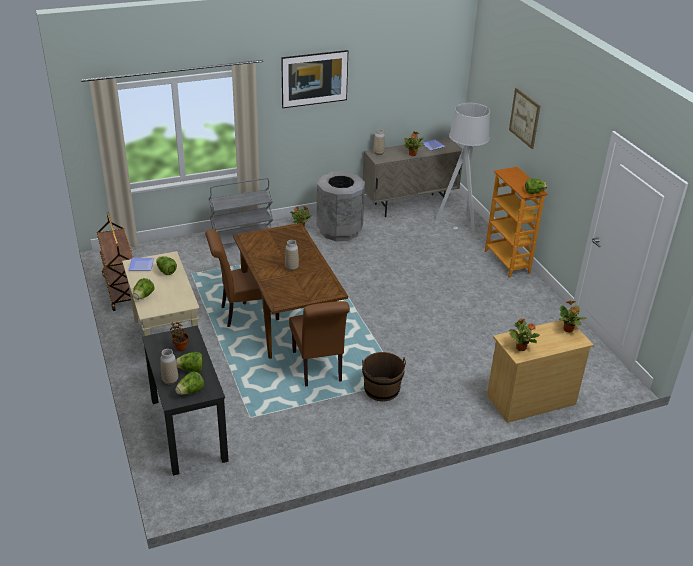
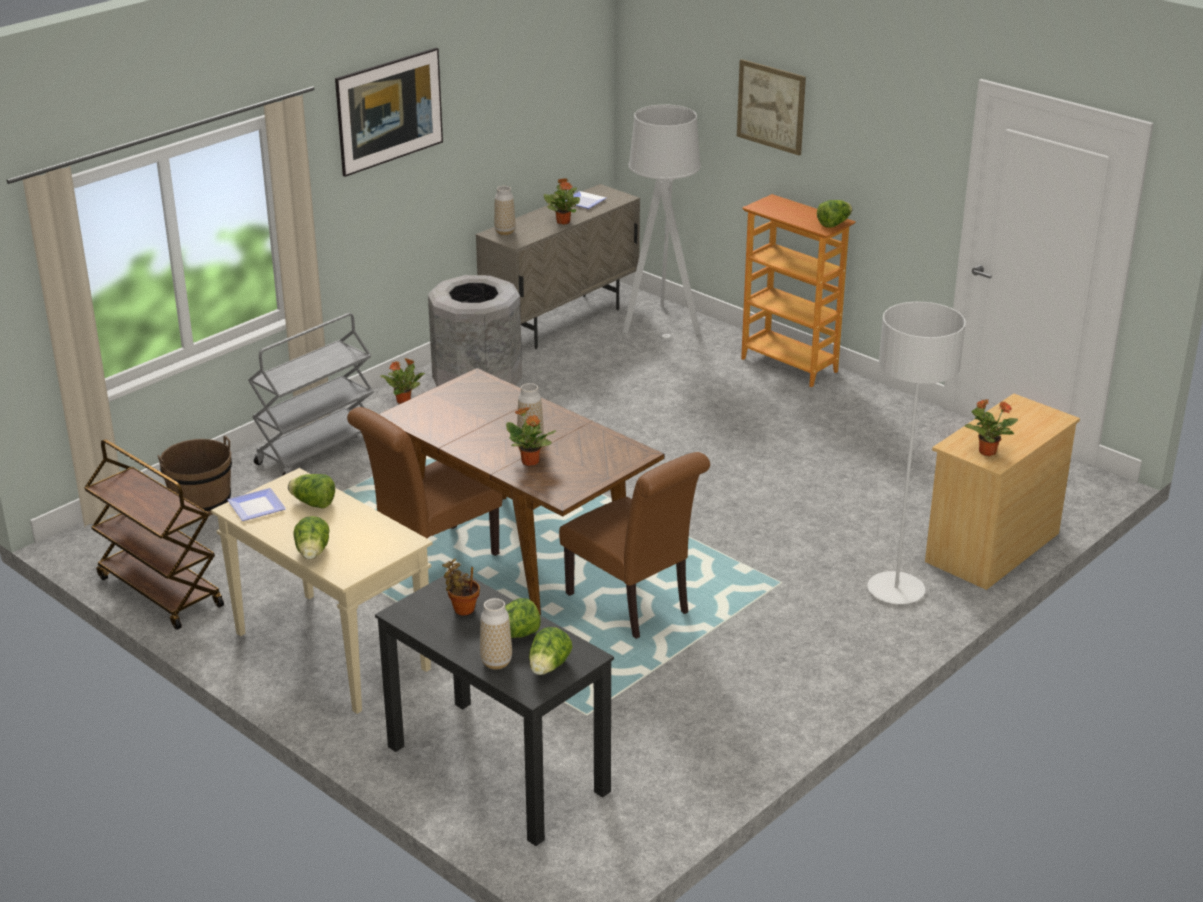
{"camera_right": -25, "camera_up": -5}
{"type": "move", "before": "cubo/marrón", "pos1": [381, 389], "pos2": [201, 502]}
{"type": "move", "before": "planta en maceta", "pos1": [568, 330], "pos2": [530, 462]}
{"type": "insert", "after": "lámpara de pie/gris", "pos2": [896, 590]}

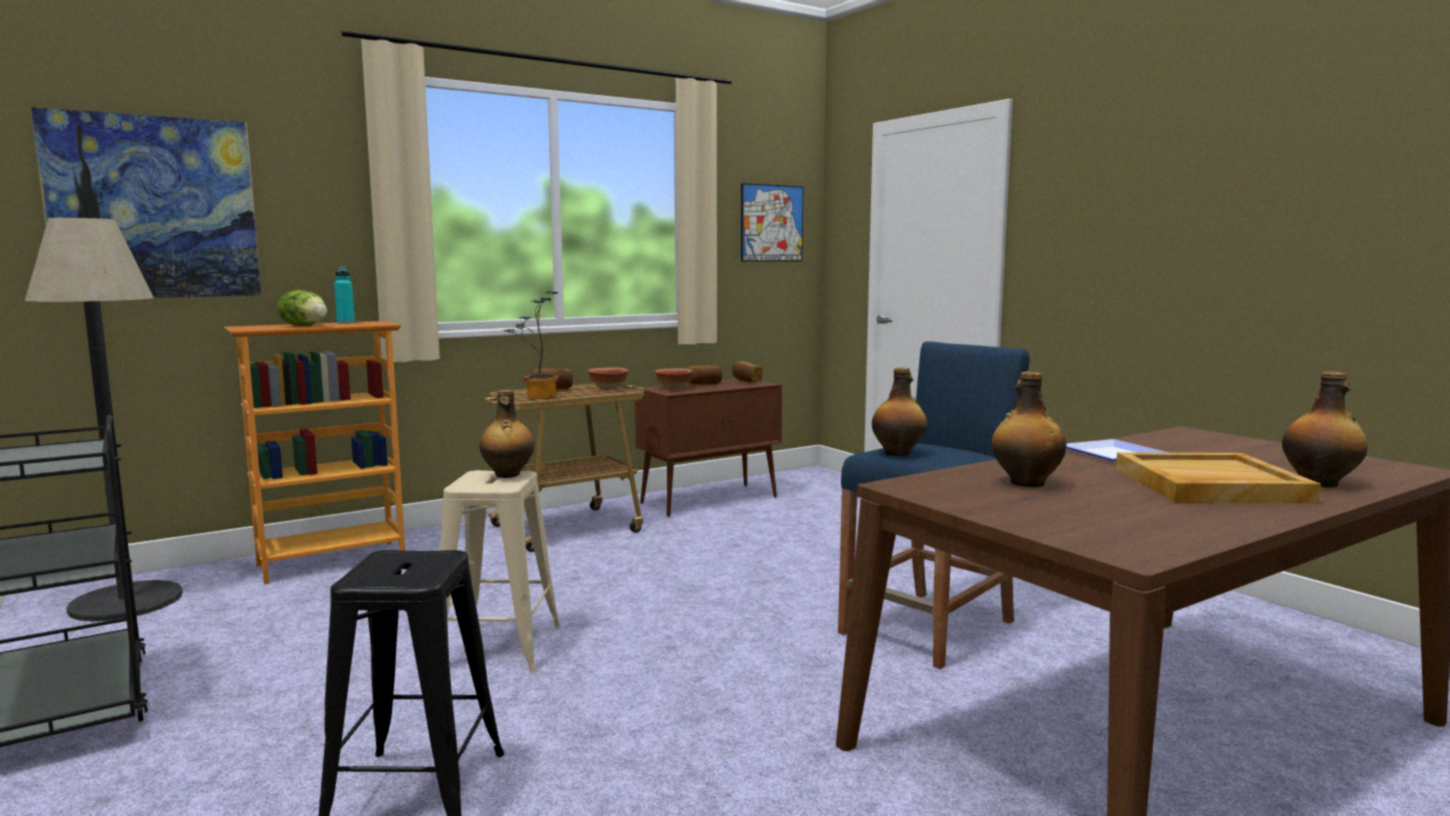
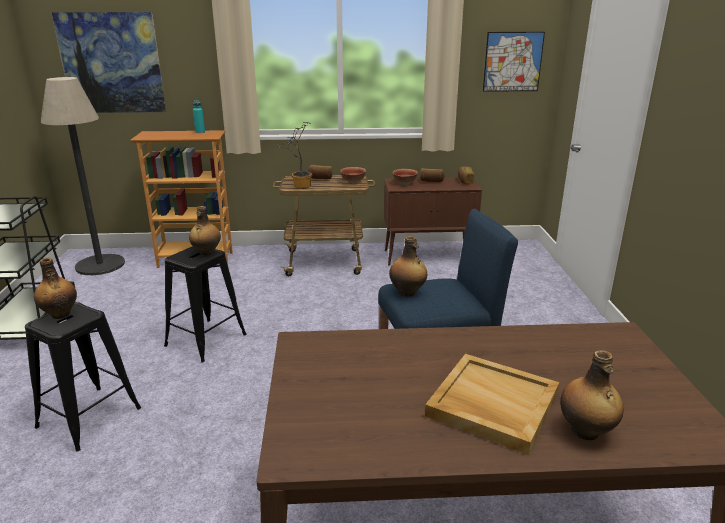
{"camera_right": 30, "camera_up": 15}
{"type": "move", "before": "botella", "pos1": [1025, 483], "pos2": [60, 314]}
{"type": "recolor", "before": "taburete/beis", "after": "taburete/negro", "pos1": [499, 647], "pos2": [206, 340]}
{"type": "delete", "before": "lechuga", "pos1": [305, 326]}
{"type": "delete", "before": "plato", "pos1": [1113, 454]}

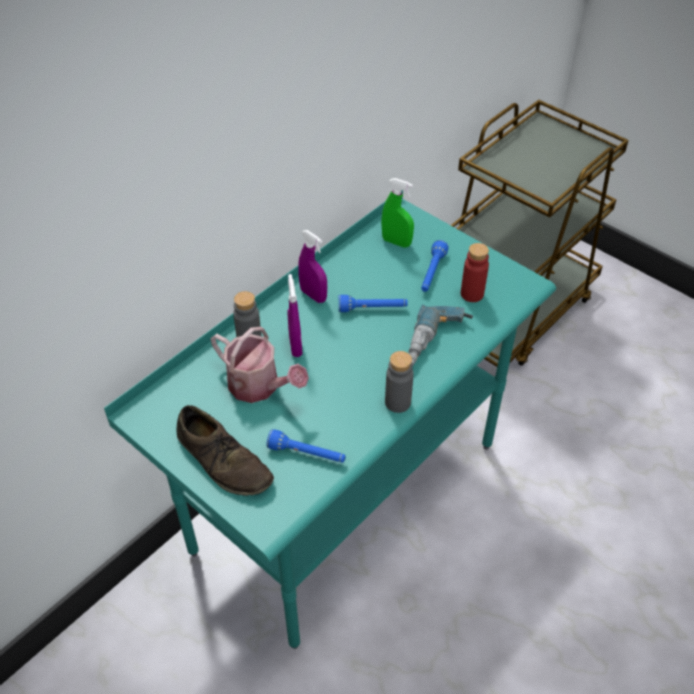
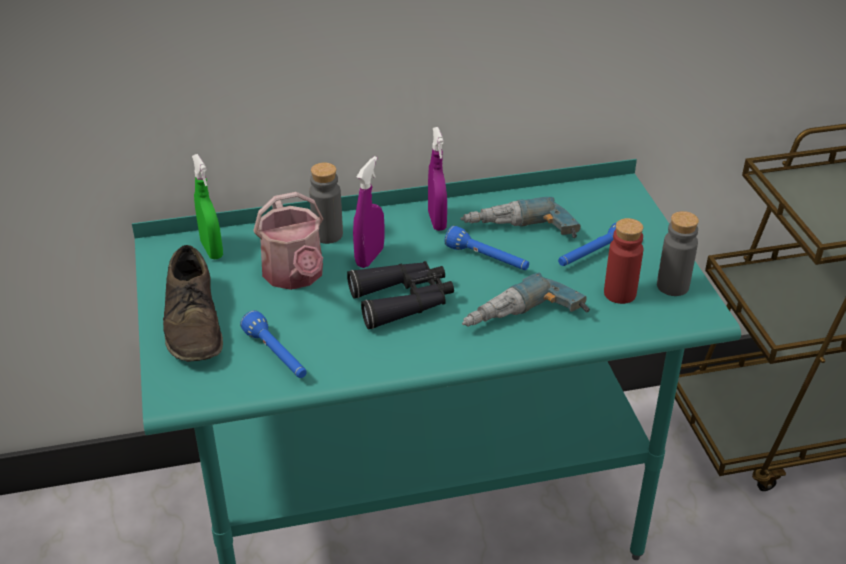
{"camera_right": 35, "camera_up": -10}
{"type": "move", "before": "pulverizador/verde", "pos1": [396, 242], "pos2": [212, 250]}
{"type": "insert", "after": "prismáticos/negro", "pos2": [403, 301]}
{"type": "insert", "after": "taladro", "pos2": [519, 234]}
{"type": "move", "before": "botella/gris", "pos1": [397, 402], "pos2": [672, 286]}

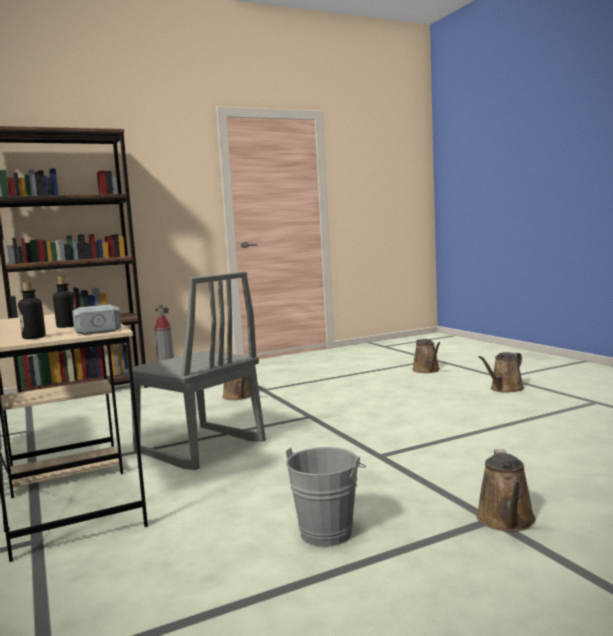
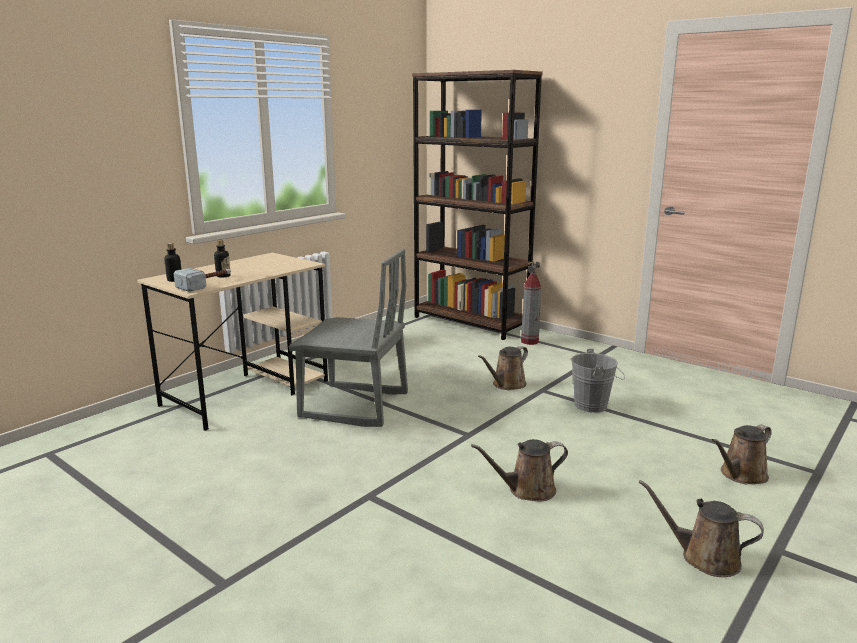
{"camera_right": 65, "camera_up": 10}
{"type": "rotate", "before": "silla/gris", "pos1": [199, 448], "pos2": [354, 406], "turn": -90}
{"type": "move", "before": "regadera/marrón", "pos1": [506, 521], "pos2": [527, 490]}
{"type": "move", "before": "cubo/gris", "pos1": [329, 530], "pos2": [594, 405]}

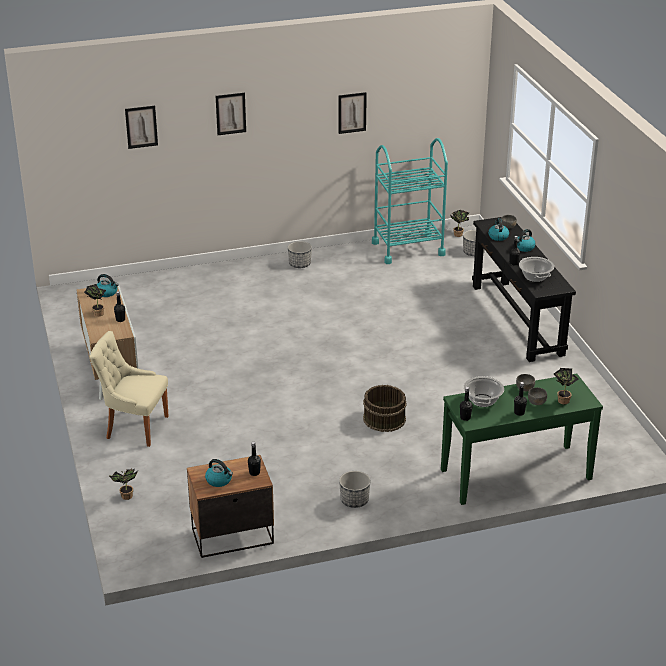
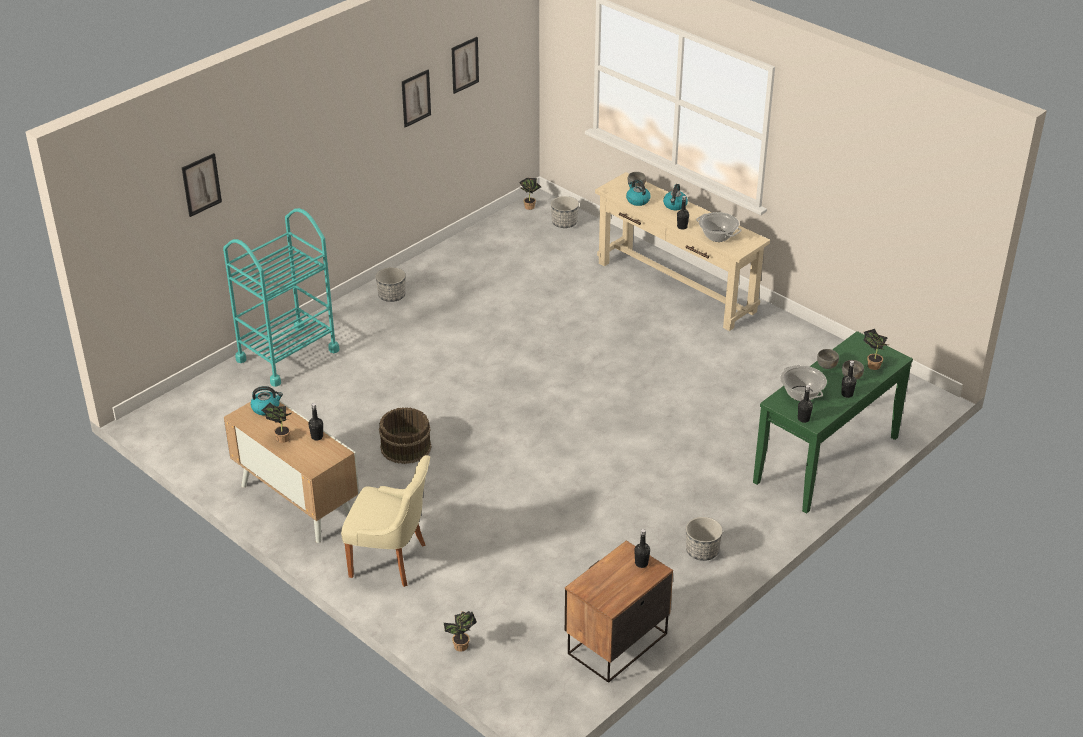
{"camera_right": -30, "camera_up": 5}
{"type": "move", "before": "carrito/turquesa", "pos1": [408, 248], "pos2": [287, 355]}
{"type": "rotate", "before": "silla/beis", "pos1": [134, 427], "pos2": [391, 560], "turn": -150}
{"type": "move", "before": "cubo/marrón", "pos1": [383, 419], "pos2": [405, 447]}
{"type": "move", "before": "cuadro", "pos1": [230, 113], "pos2": [464, 65]}
{"type": "recolor", "before": "mesa consola/negro", "after": "mesa consola/beis", "pos1": [517, 320], "pos2": [676, 287]}
{"type": "delete", "before": "hervidor", "pos1": [219, 480]}

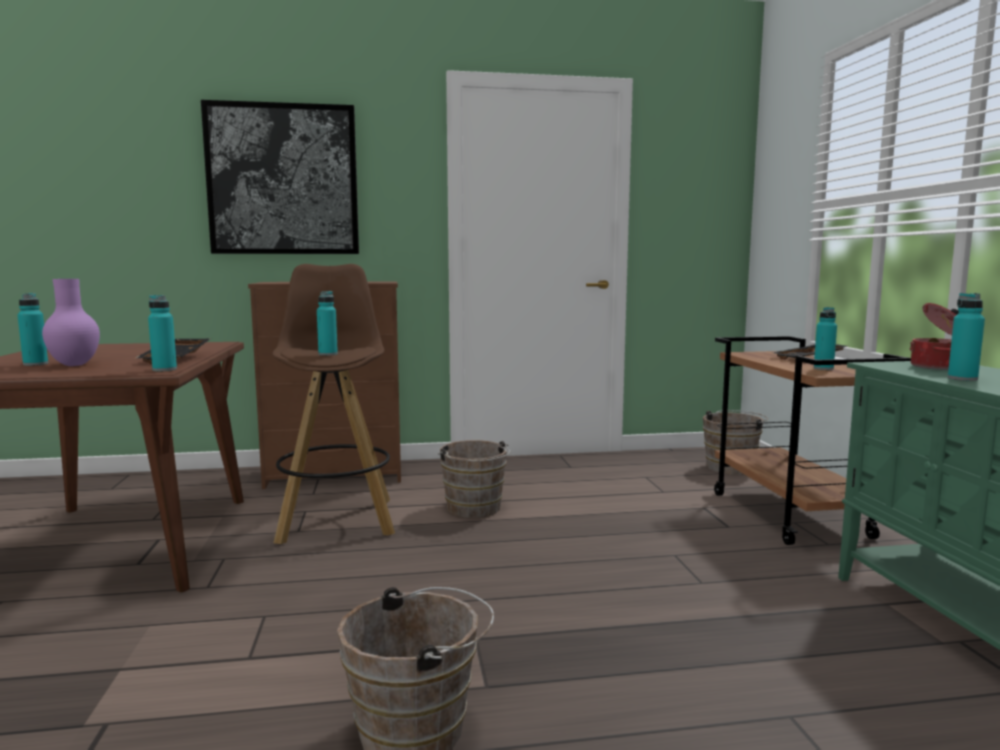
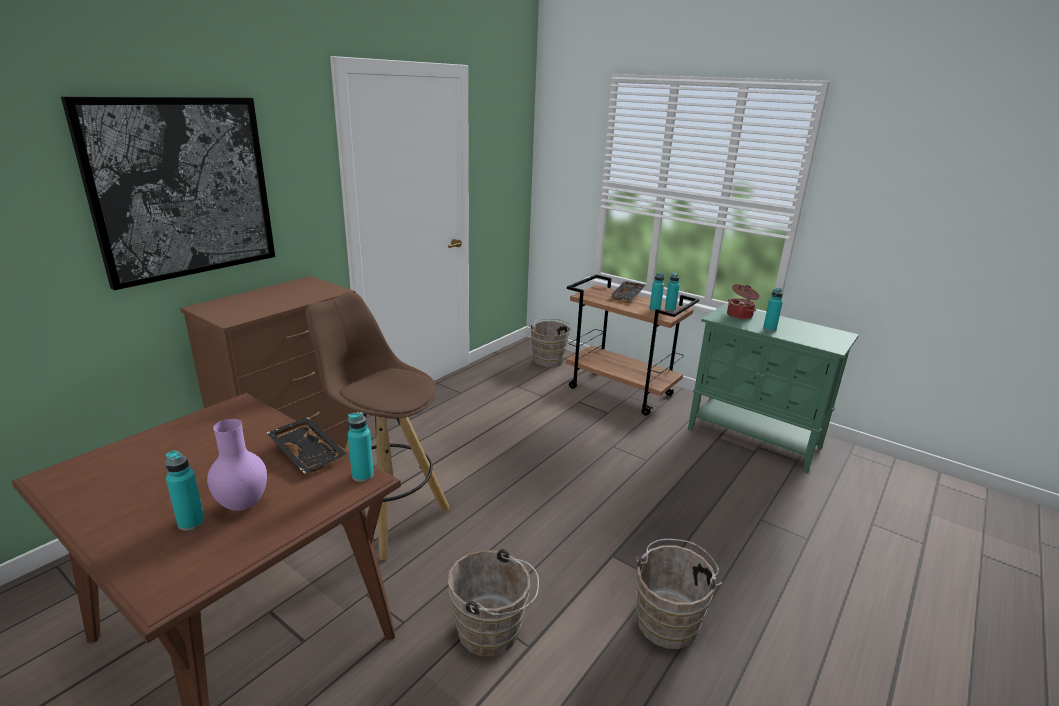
{"camera_right": -45, "camera_up": 15}
{"type": "move", "before": "cubo/marrón", "pos1": [475, 509], "pos2": [493, 633]}
{"type": "move", "before": "botella/turquesa", "pos1": [328, 354], "pos2": [670, 309]}

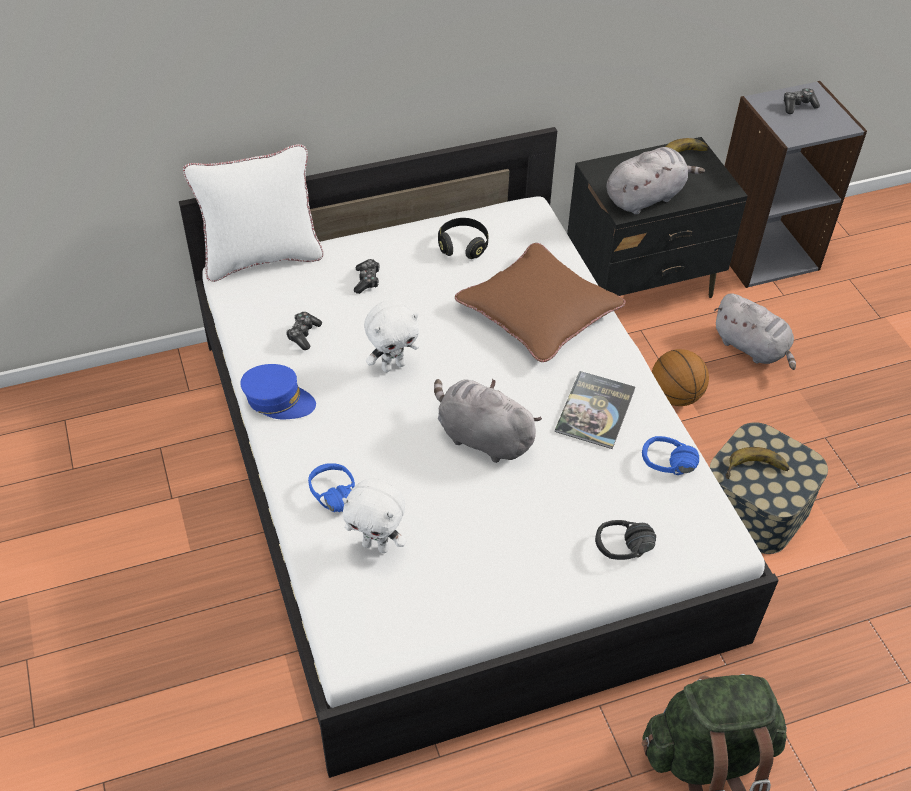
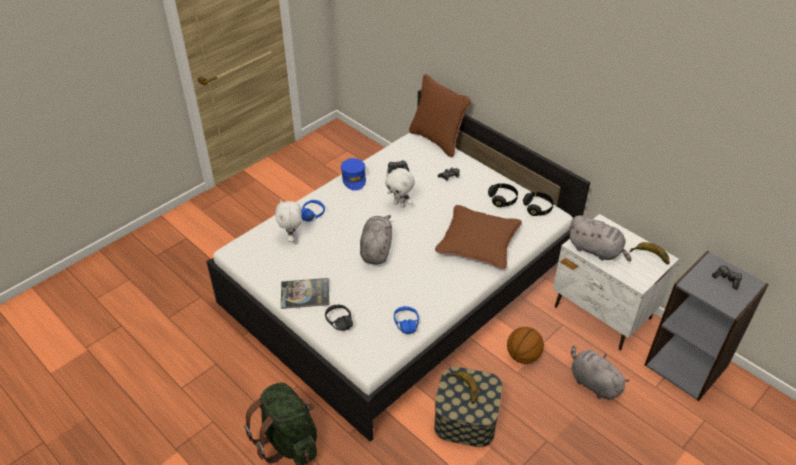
{"camera_right": 65, "camera_up": -5}
{"type": "move", "before": "libro", "pos1": [595, 410], "pos2": [305, 294]}
{"type": "recolor", "before": "cojín/blanco", "after": "cojín/marrón", "pos1": [262, 257], "pos2": [437, 140]}
{"type": "insert", "after": "auriculares/negro", "pos2": [537, 208]}
{"type": "recolor", "before": "mesita de noche/negro", "after": "mesita de noche/blanco", "pos1": [642, 283], "pos2": [602, 313]}
{"type": "rotate", "before": "peluche/gris", "pos1": [752, 348], "pos2": [593, 382], "turn": 120}

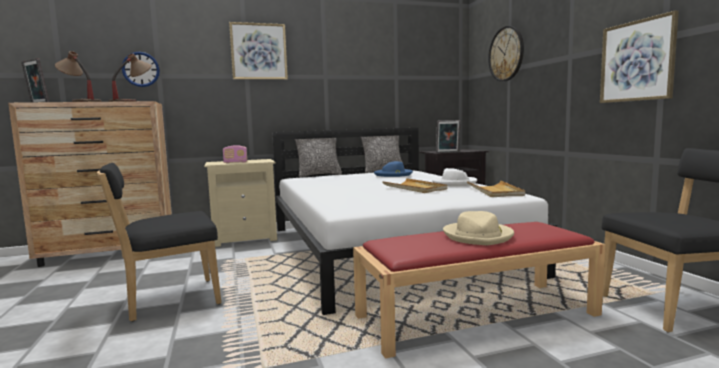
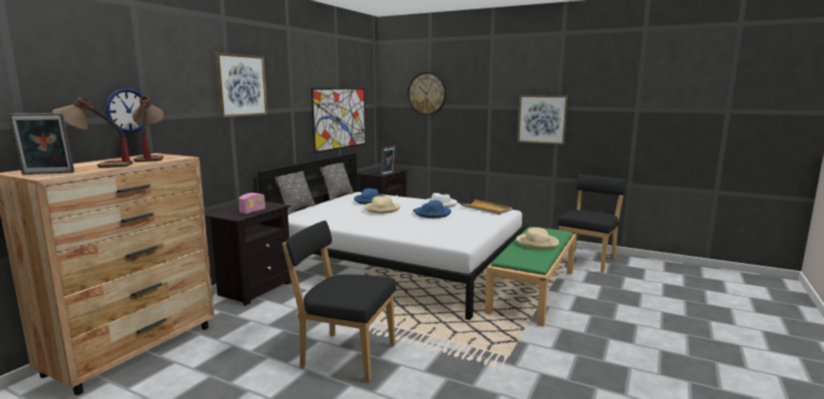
{"camera_right": -45, "camera_up": 5}
{"type": "recolor", "before": "mesita de noche/beis", "after": "mesita de noche/negro", "pos1": [245, 238], "pos2": [254, 289]}
{"type": "rotate", "before": "silla/negro", "pos1": [168, 300], "pos2": [344, 355], "turn": 90}
{"type": "insert", "after": "cuadro", "pos2": [340, 118]}
{"type": "insert", "after": "sombrero/beis", "pos2": [382, 209]}
{"type": "replace", "before": "bandeja/beis", "after": "sombrero/azul", "pos1": [414, 188], "pos2": [432, 214]}
{"type": "recolor", "before": "banco/rojo", "after": "banco/verde", "pos1": [477, 315], "pos2": [532, 290]}

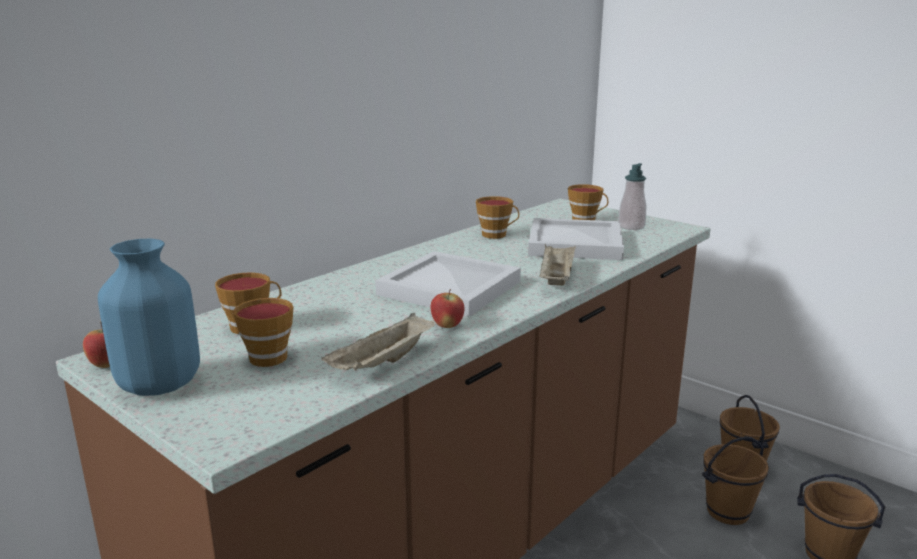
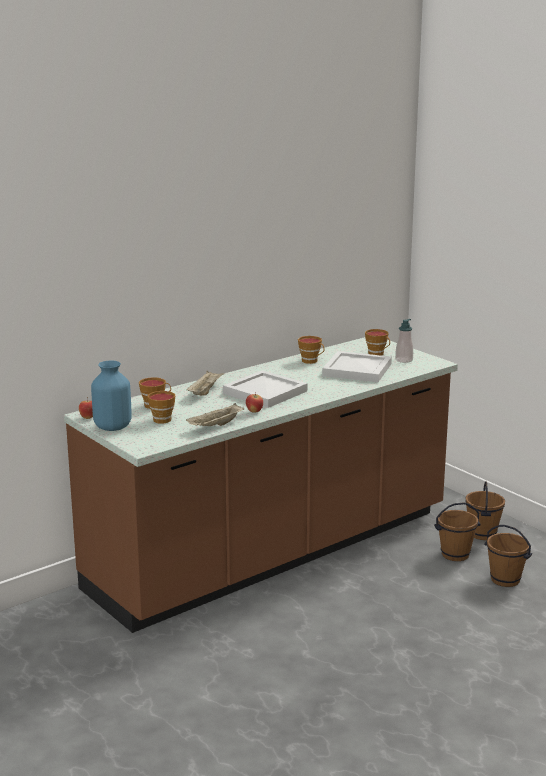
{"camera_right": 10, "camera_up": 0}
{"type": "move", "before": "bandeja/beis", "pos1": [556, 278], "pos2": [205, 391]}

